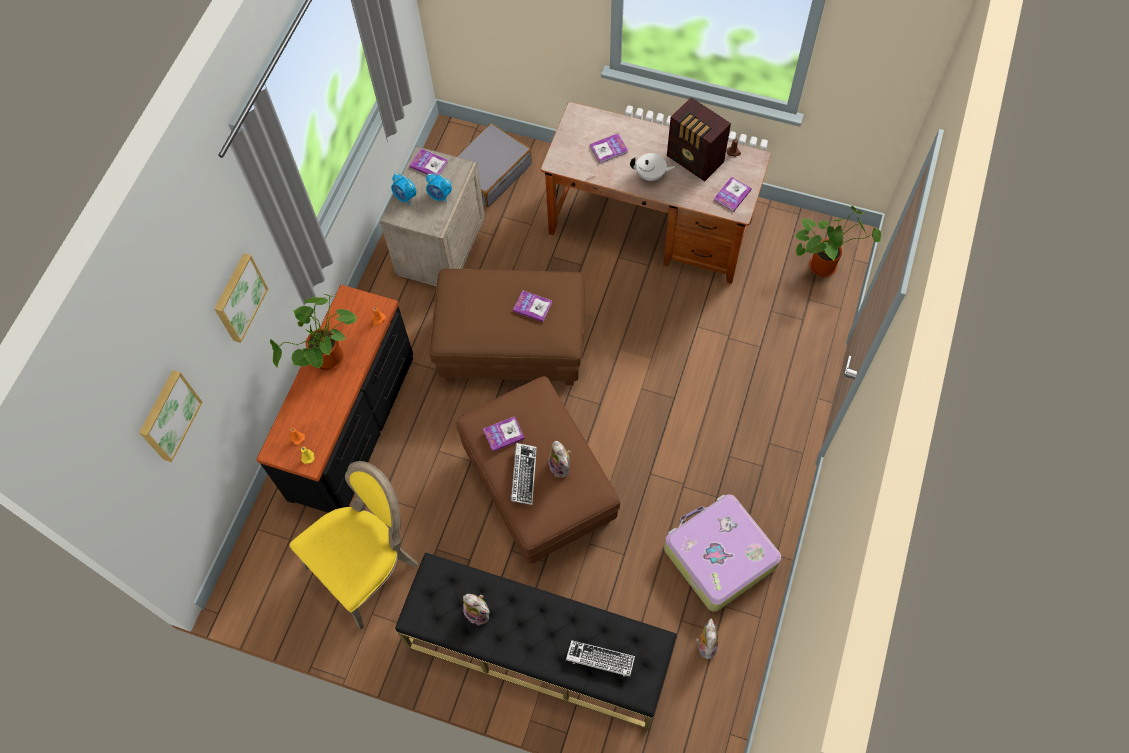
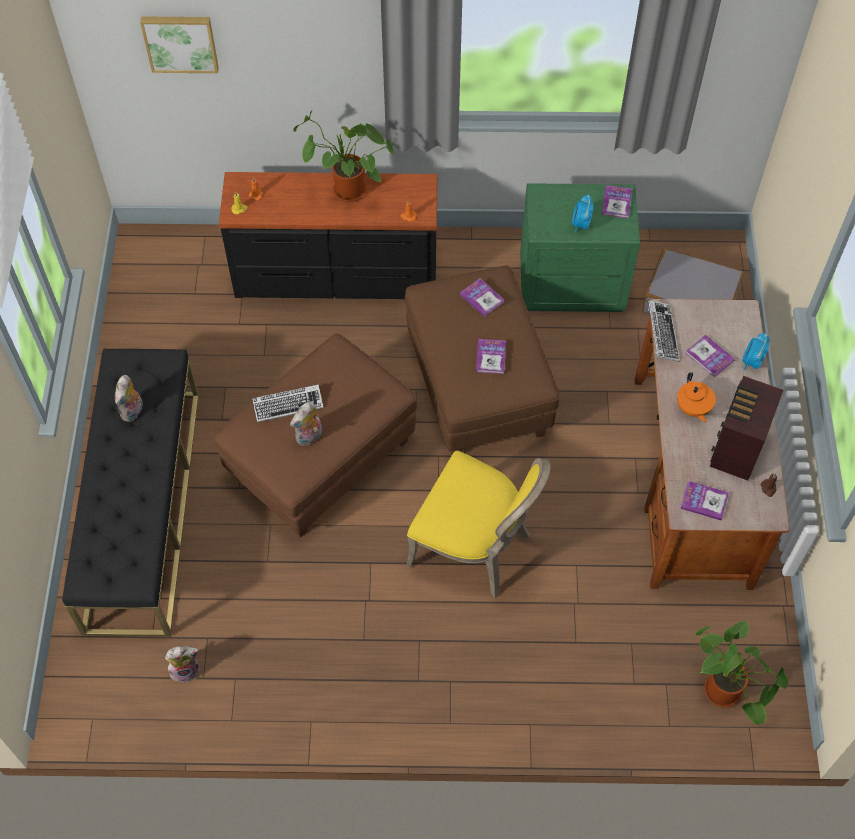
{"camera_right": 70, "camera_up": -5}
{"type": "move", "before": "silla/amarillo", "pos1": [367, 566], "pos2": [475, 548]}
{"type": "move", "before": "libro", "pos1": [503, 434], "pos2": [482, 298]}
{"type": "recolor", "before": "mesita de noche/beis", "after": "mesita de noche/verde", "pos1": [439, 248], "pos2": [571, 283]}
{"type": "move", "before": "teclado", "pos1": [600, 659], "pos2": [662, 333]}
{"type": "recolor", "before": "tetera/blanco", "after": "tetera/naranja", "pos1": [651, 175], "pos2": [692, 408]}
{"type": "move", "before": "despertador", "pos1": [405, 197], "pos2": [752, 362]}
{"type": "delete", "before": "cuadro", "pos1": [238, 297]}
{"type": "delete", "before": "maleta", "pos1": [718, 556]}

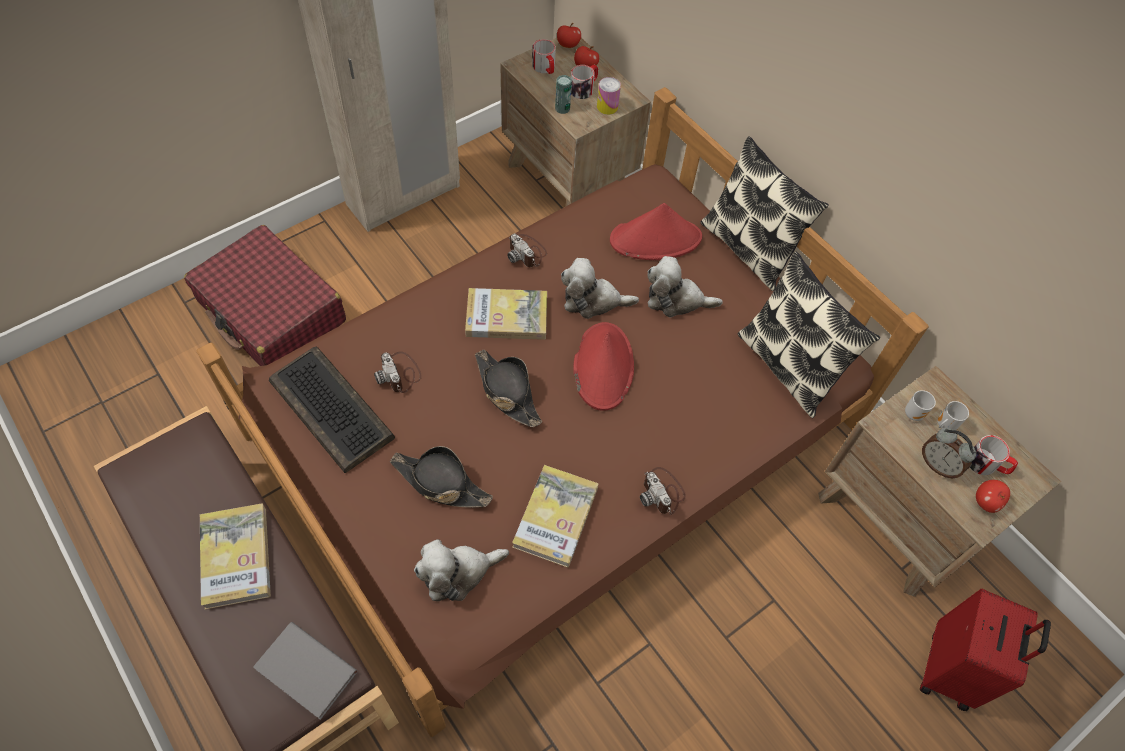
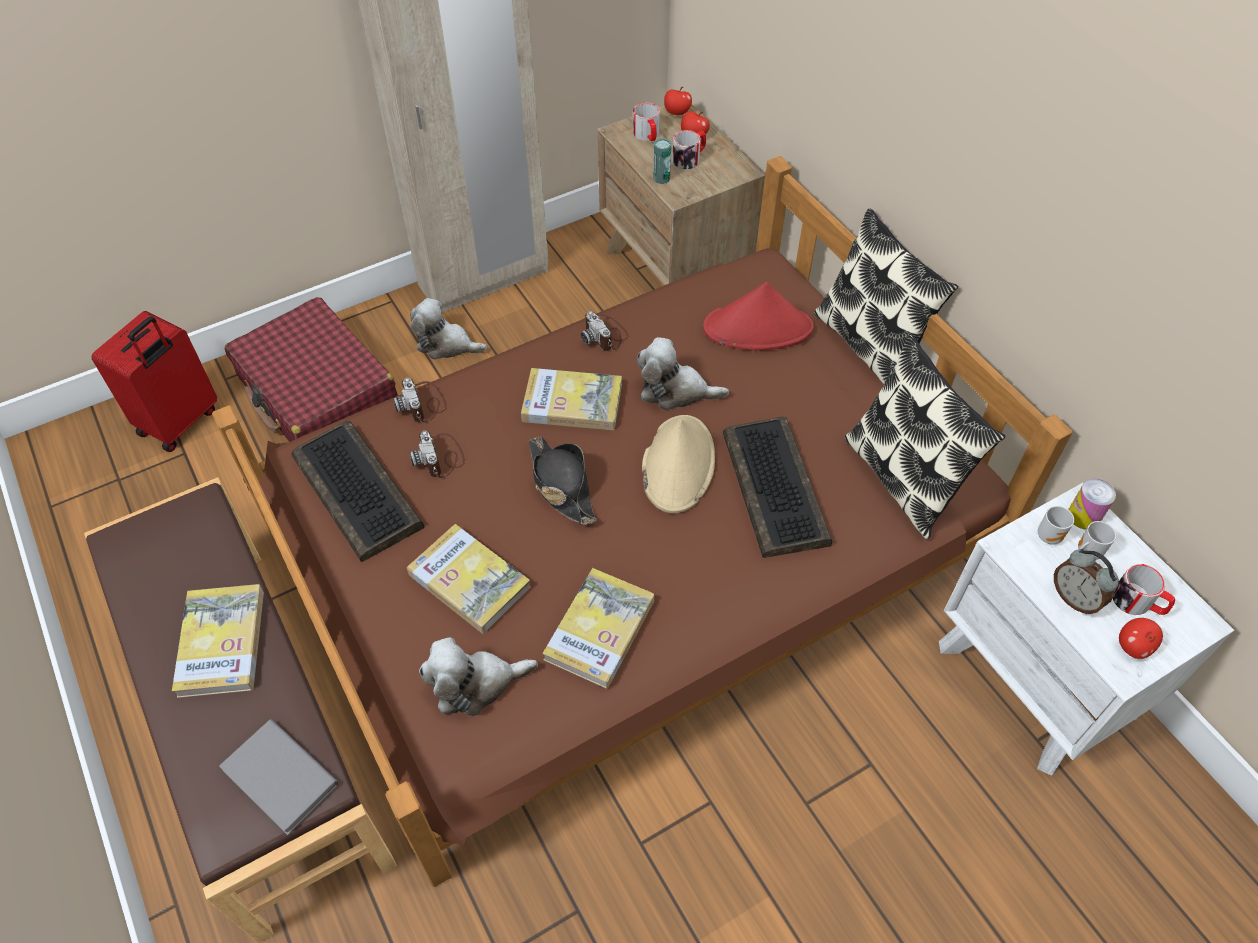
{"camera_right": 10, "camera_up": -5}
{"type": "move", "before": "maleta/rojo", "pos1": [951, 669], "pos2": [180, 422]}
{"type": "move", "before": "cámara", "pos1": [662, 492], "pos2": [423, 404]}
{"type": "replace", "before": "sombrero/negro", "after": "libro", "pos1": [440, 483], "pos2": [469, 581]}
{"type": "move", "before": "peluche", "pos1": [676, 299], "pos2": [446, 344]}
{"type": "recolor", "before": "sombrero/rojo", "after": "sombrero/beis", "pos1": [603, 366], "pos2": [678, 464]}
{"type": "insert", "after": "teclado", "pos2": [776, 489]}
{"type": "recolor", "before": "mesita de noche/marrón", "after": "mesita de noche/blanco", "pos1": [897, 519], "pos2": [1036, 680]}
{"type": "move", "before": "lata", "pos1": [607, 107], "pos2": [1083, 516]}

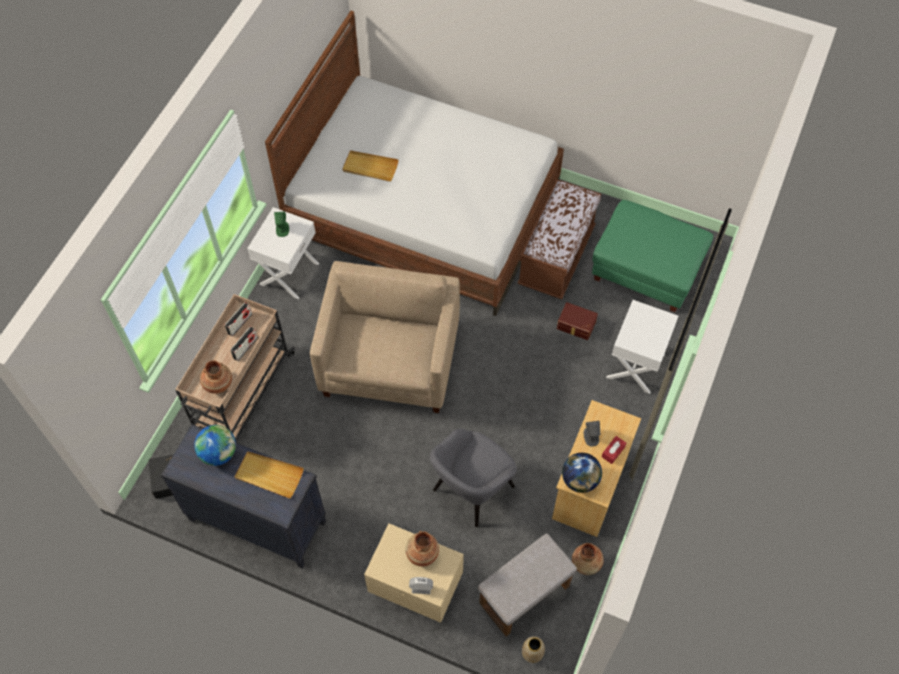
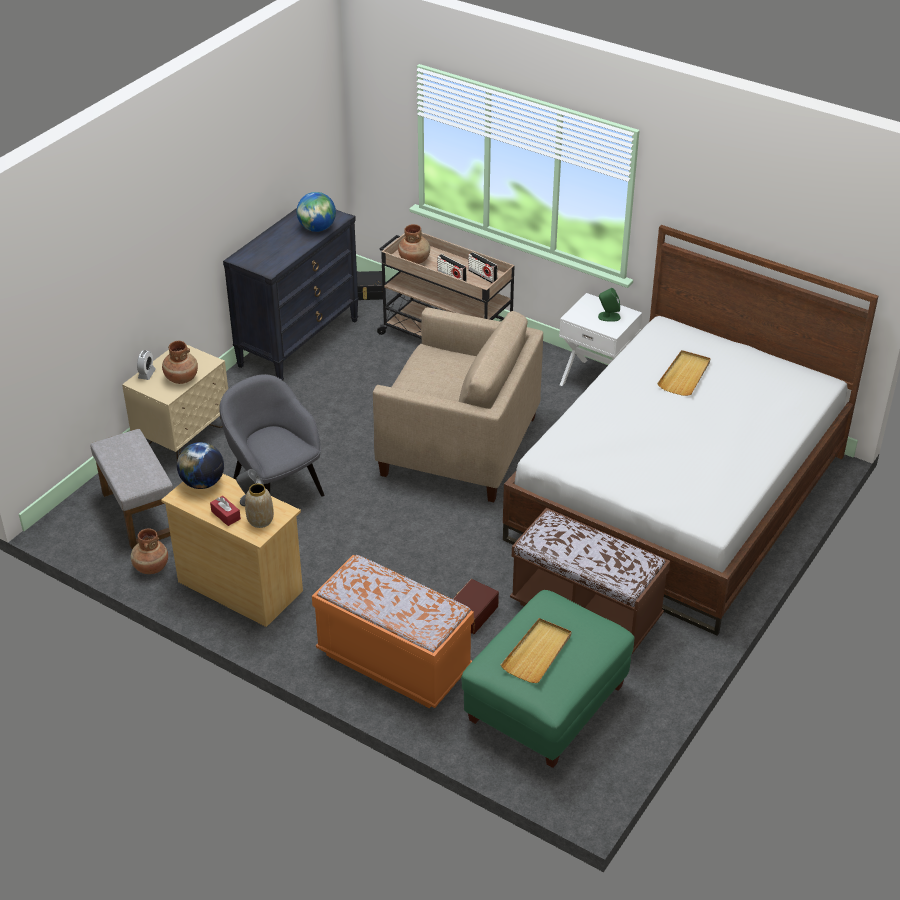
{"camera_right": 100, "camera_up": -20}
{"type": "move", "before": "florero", "pos1": [532, 653], "pos2": [261, 520]}
{"type": "replace", "before": "mesita de noche/blanco", "after": "banco/naranja", "pos1": [636, 366], "pos2": [394, 662]}
{"type": "move", "before": "bandeja/beis", "pos1": [269, 475], "pos2": [537, 653]}

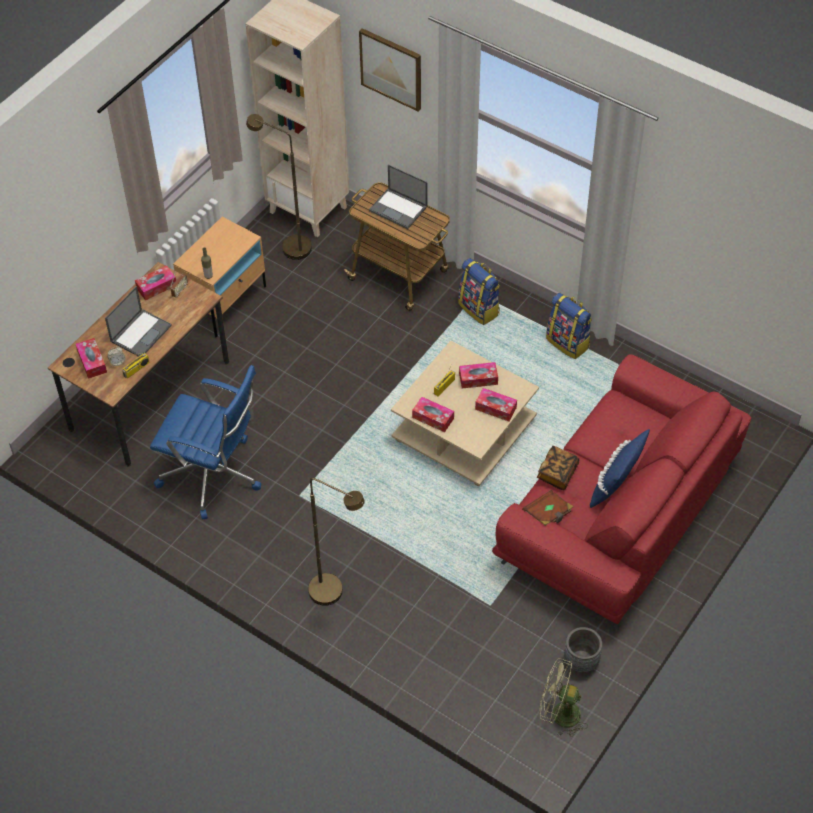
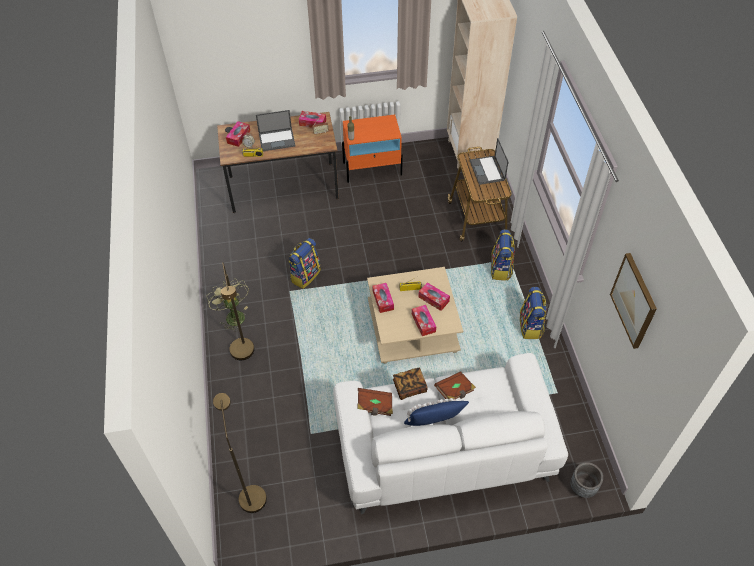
{"camera_right": 45, "camera_up": 0}
{"type": "move", "before": "ventilador/verde", "pos1": [559, 714], "pos2": [232, 315]}
{"type": "move", "before": "lámpara de pie/marrón", "pos1": [289, 246], "pos2": [250, 492]}
{"type": "insert", "after": "mochila", "pos2": [305, 275]}
{"type": "recolor", "before": "sofá/rojo", "after": "sofá/blanco", "pos1": [618, 513], "pos2": [443, 447]}
{"type": "recolor", "before": "mesita de noche/beis", "after": "mesita de noche/naranja", "pos1": [225, 302], "pos2": [372, 169]}
{"type": "insert", "after": "libro/marrón", "pos2": [454, 391]}
{"type": "move", "before": "maceta/gris", "pos1": [581, 661], "pos2": [582, 487]}
{"type": "move", "before": "cuadro", "pos1": [391, 68], "pos2": [634, 300]}
{"type": "delete", "before": "silla de oficina/azul", "pos1": [213, 475]}

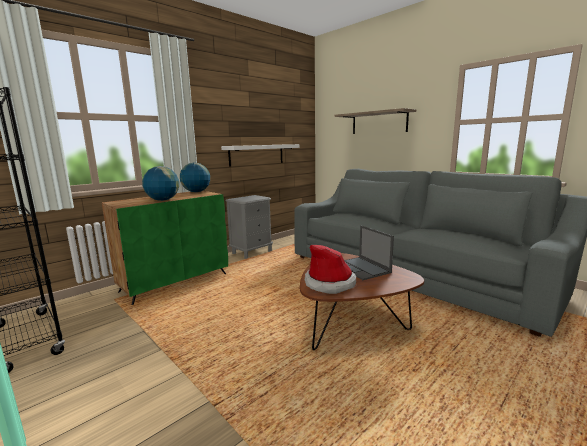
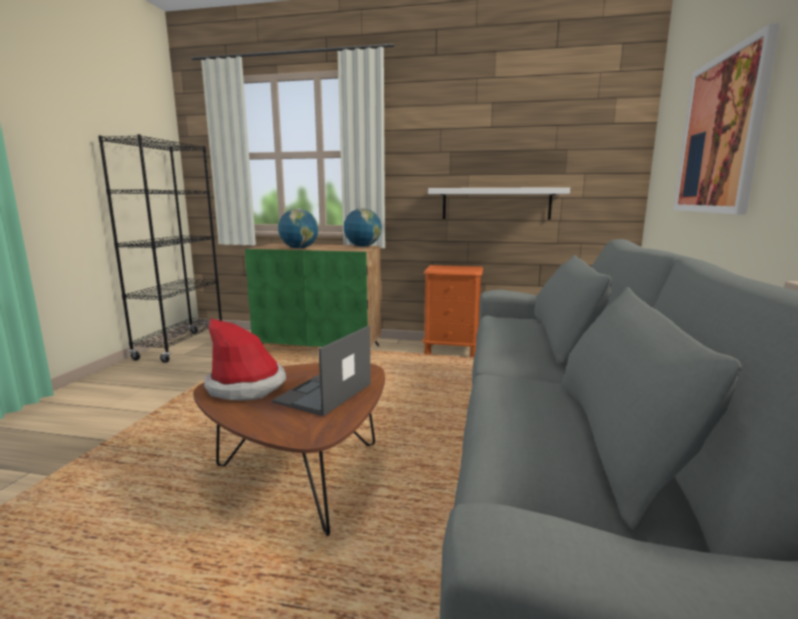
{"camera_right": 55, "camera_up": 0}
{"type": "recolor", "before": "mesita de noche/gris", "after": "mesita de noche/naranja", "pos1": [252, 252], "pos2": [452, 350]}
{"type": "replace", "before": "estante", "after": "cuadro", "pos1": [379, 123], "pos2": [720, 134]}

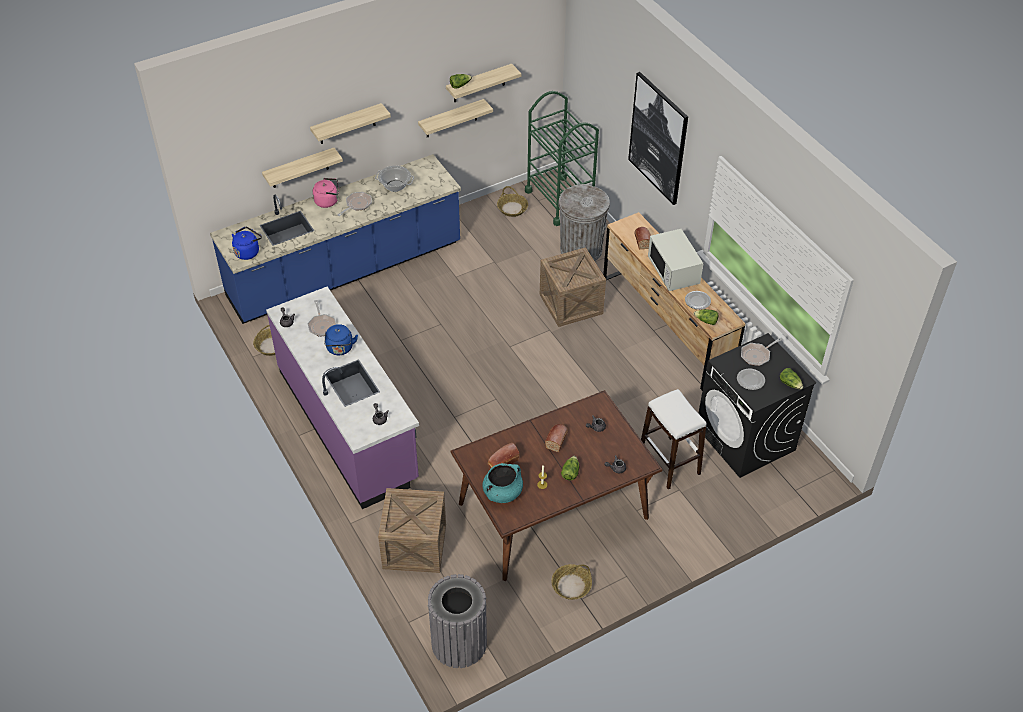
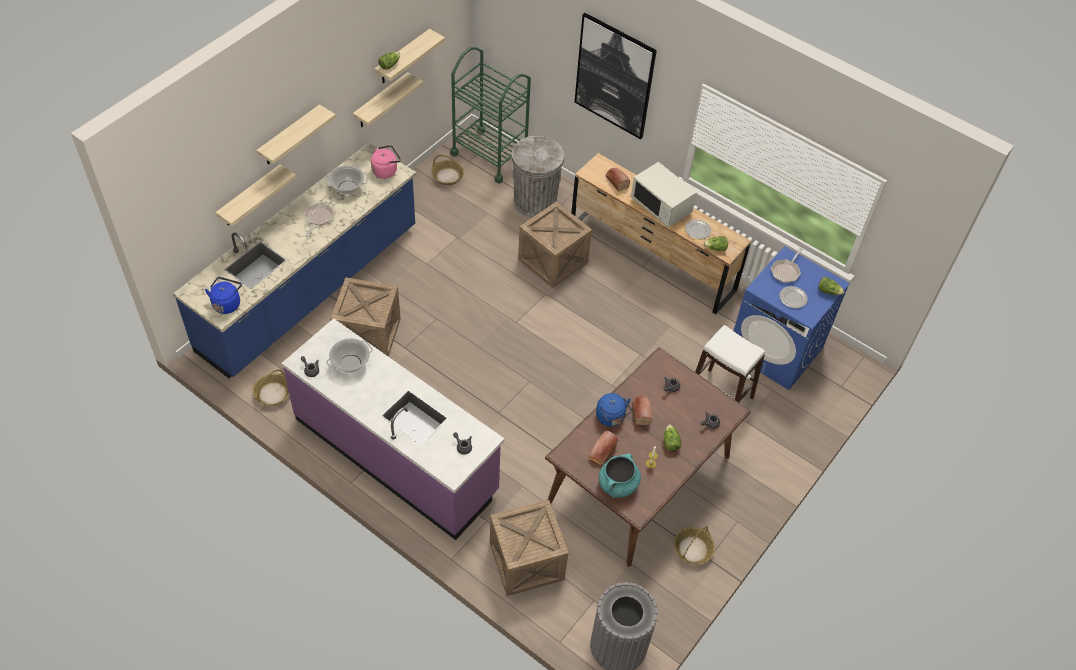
{"camera_right": -25, "camera_up": 5}
{"type": "replace", "before": "sartén", "after": "olla", "pos1": [322, 325], "pos2": [350, 363]}
{"type": "insert", "after": "caja de embalaje", "pos2": [368, 334]}
{"type": "move", "before": "hervidor/rosa", "pos1": [328, 201], "pos2": [386, 170]}
{"type": "move", "before": "hervidor/azul", "pos1": [340, 349], "pos2": [611, 418]}
{"type": "recolor", "before": "lavadora/negro", "after": "lavadora/azul", "pos1": [746, 439], "pos2": [776, 350]}

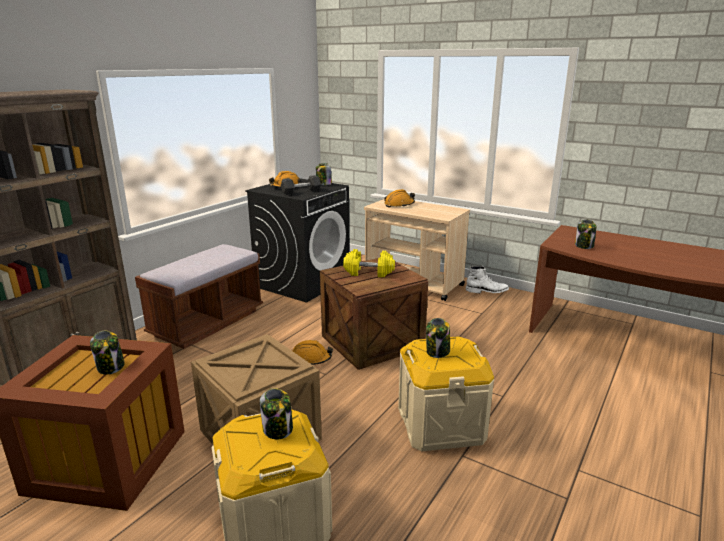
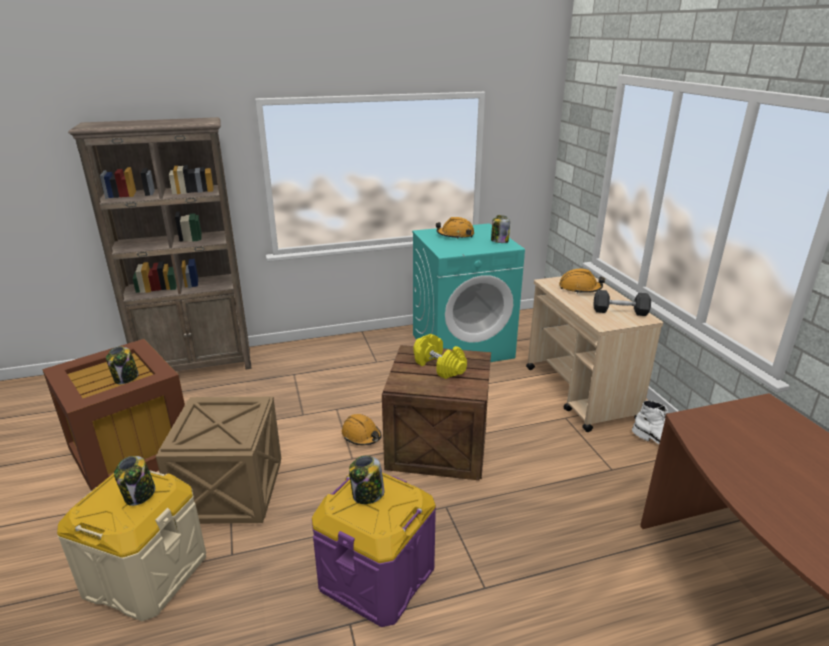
{"camera_right": 40, "camera_up": 5}
{"type": "recolor", "before": "caja de almacenaje/beis", "after": "caja de almacenaje/morado", "pos1": [441, 424], "pos2": [377, 576]}
{"type": "recolor", "before": "lavadora/negro", "after": "lavadora/turquesa", "pos1": [303, 282], "pos2": [462, 345]}
{"type": "move", "before": "mancuerna/gris", "pos1": [301, 192], "pos2": [620, 311]}
{"type": "delete", "before": "banco/marrón", "pos1": [207, 323]}
{"type": "delete", "before": "tarro", "pos1": [584, 246]}

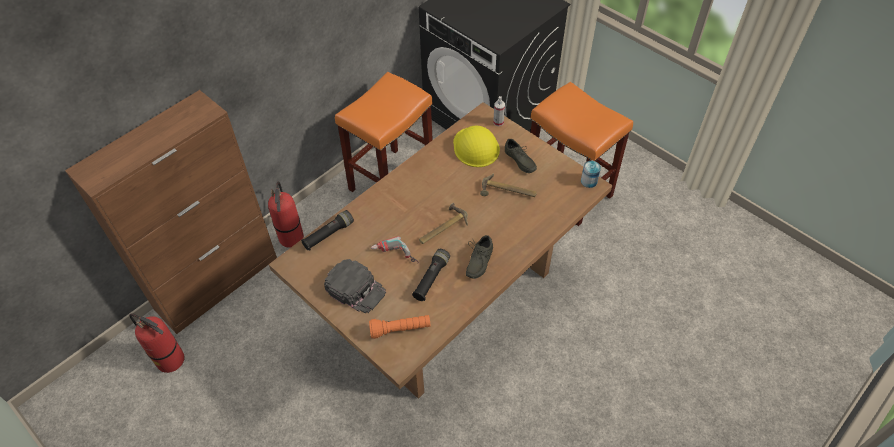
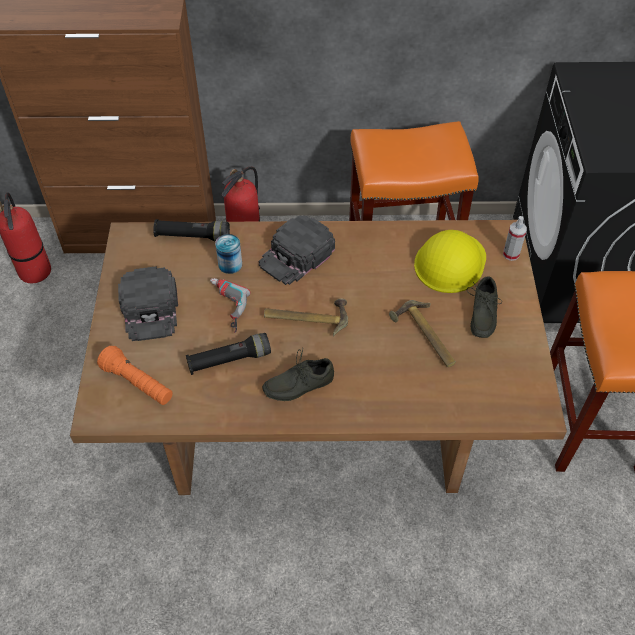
{"camera_right": 45, "camera_up": 0}
{"type": "move", "before": "lata", "pos1": [589, 181], "pos2": [230, 264]}
{"type": "insert", "after": "gorra/negro", "pos2": [296, 255]}

